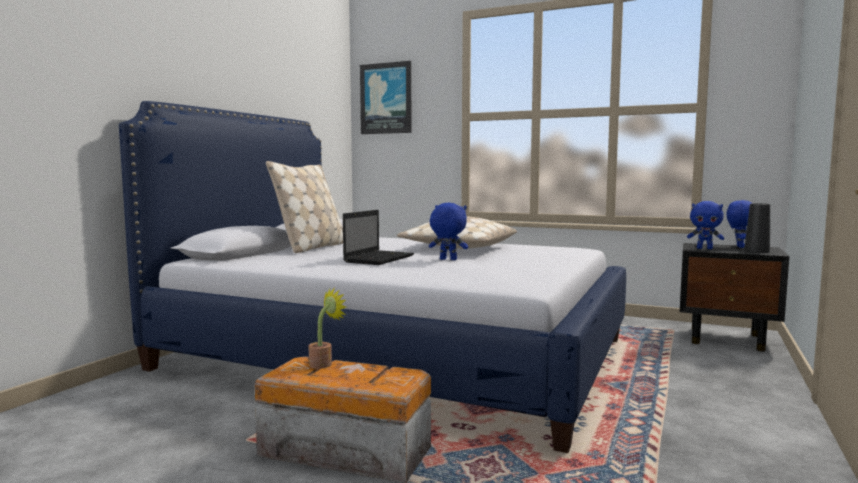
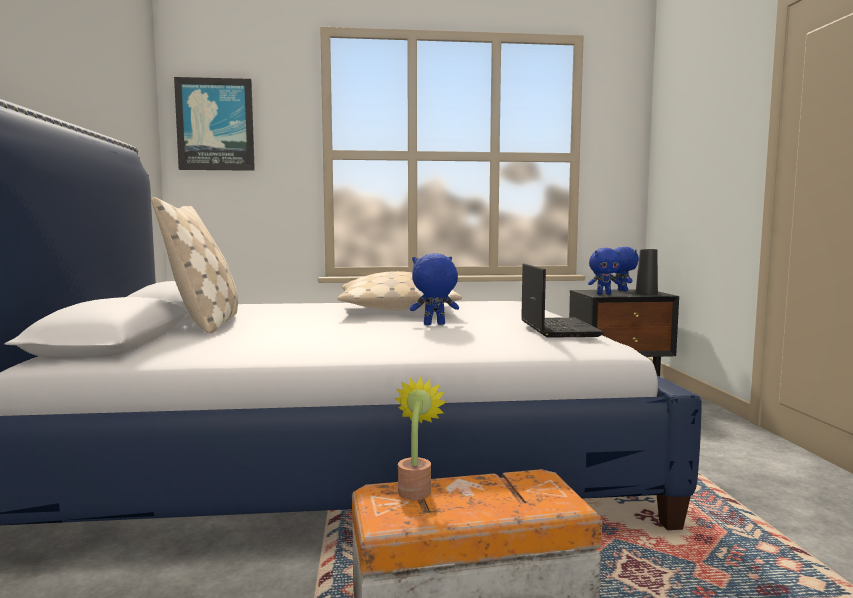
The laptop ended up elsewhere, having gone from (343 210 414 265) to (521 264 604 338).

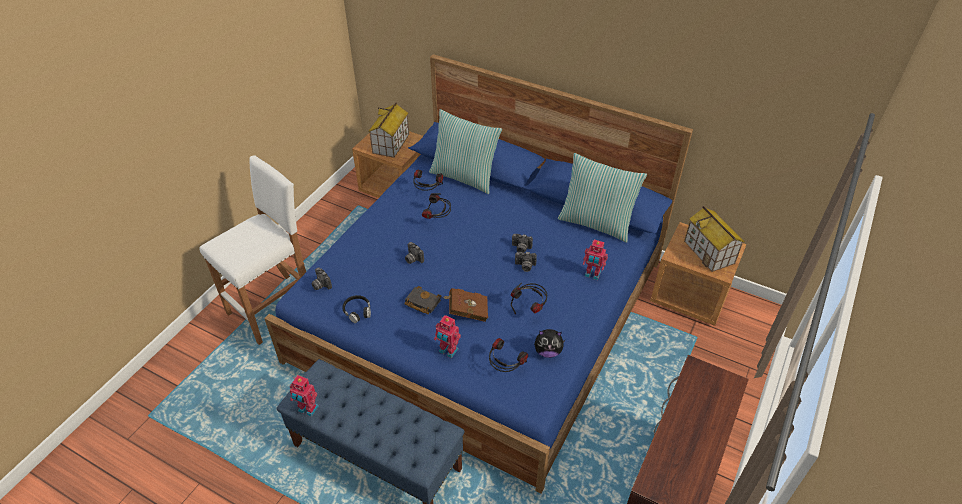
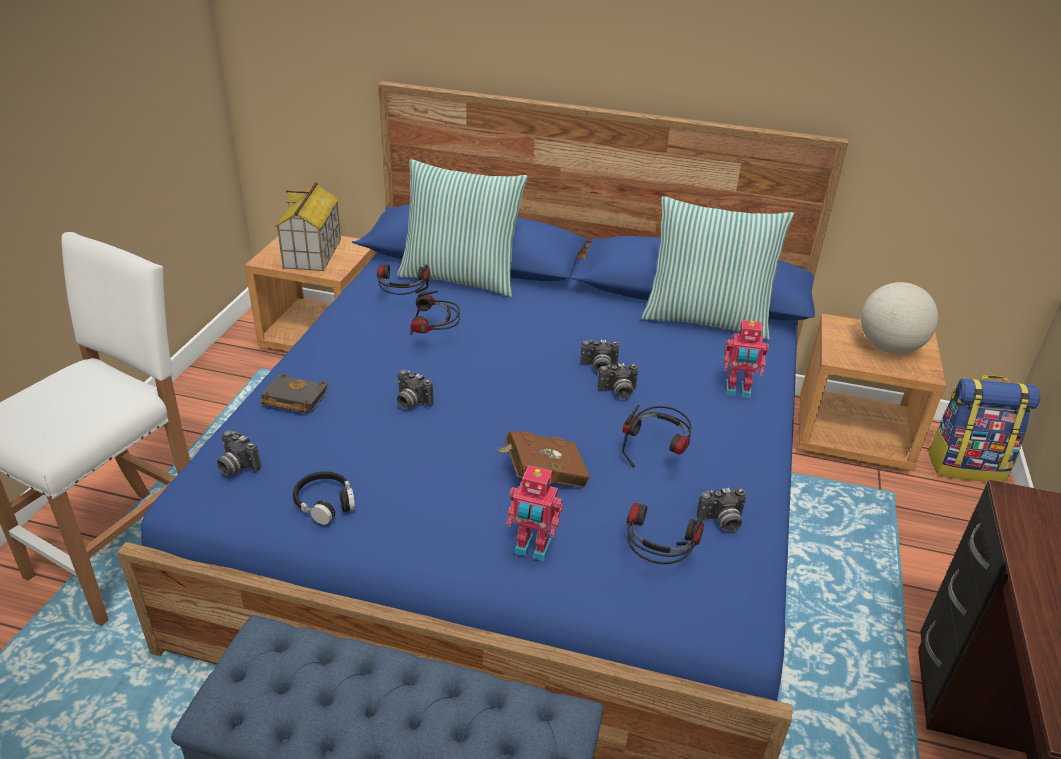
Where the toy house stood at (684 206 744 272), the globe came to stand at (861 282 938 354).
The black book ended up elsewhere, having gone from (404 286 441 314) to (261 374 328 413).
Where the plush toy stood at (534 329 566 358), the photo camera came to stand at (697 488 746 532).
The second view lost the toy robot at (290 375 319 417).
The second view gained the backpack at (927 375 1040 482).

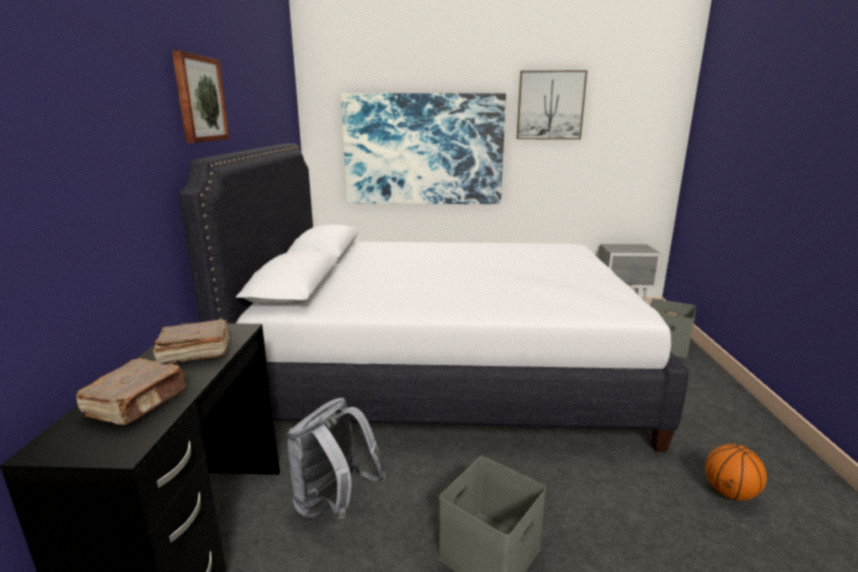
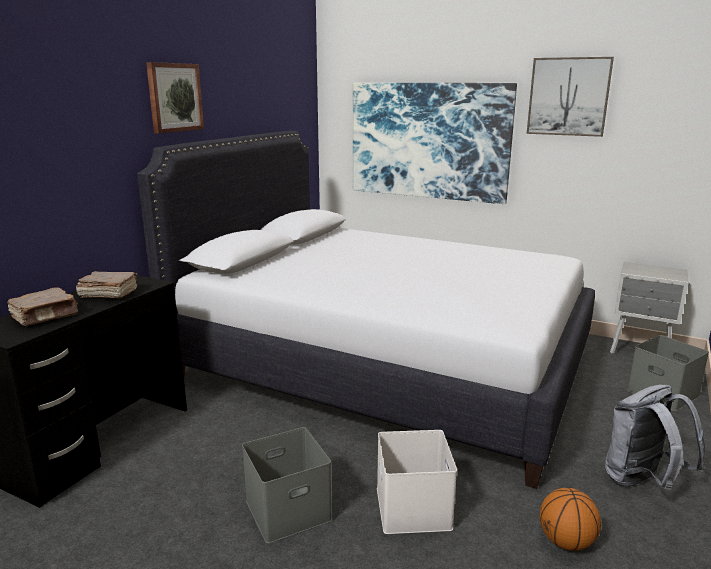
The grey backpack ended up elsewhere, having gone from (287 398 386 519) to (605 385 705 491).
The second view gained the white storage box at (377 430 457 534).

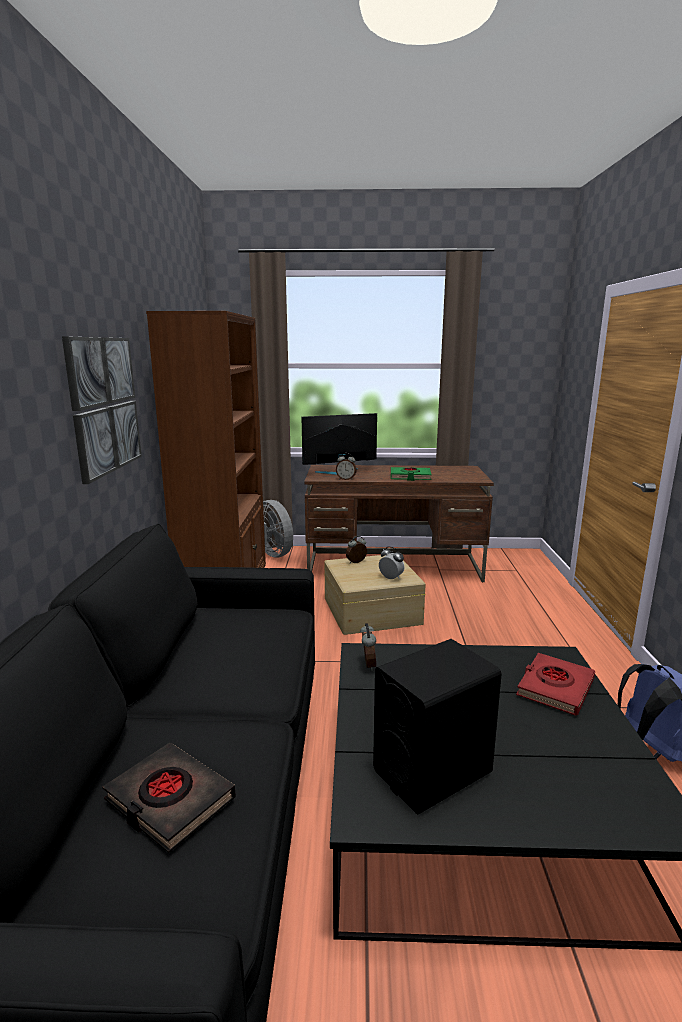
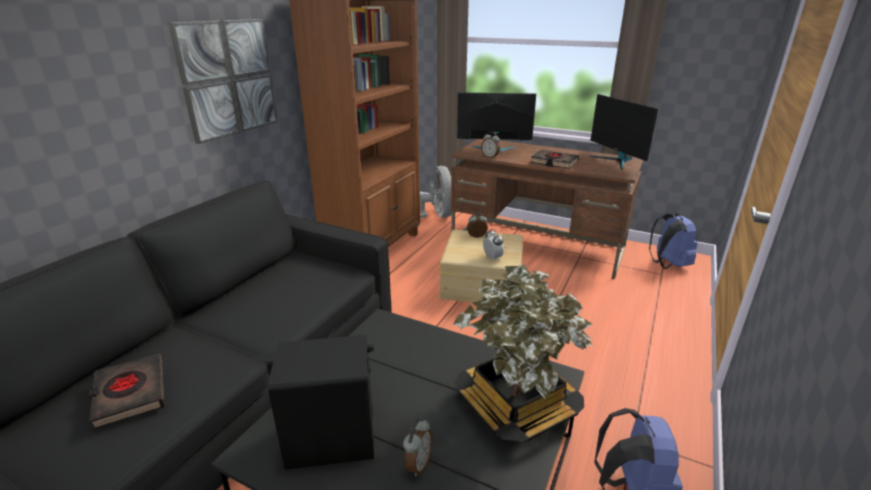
What was the green book at (391 467 432 481) turned into the black book at (531 150 579 169).
The alarm clock ended up elsewhere, having gone from (360 623 376 671) to (403 418 433 477).
Where the red book stood at (516 653 595 716), the potted plant came to stand at (453 263 593 442).
The second view gained the monitor at (589 94 658 170).
The second view gained the blue backpack at (649 213 698 269).

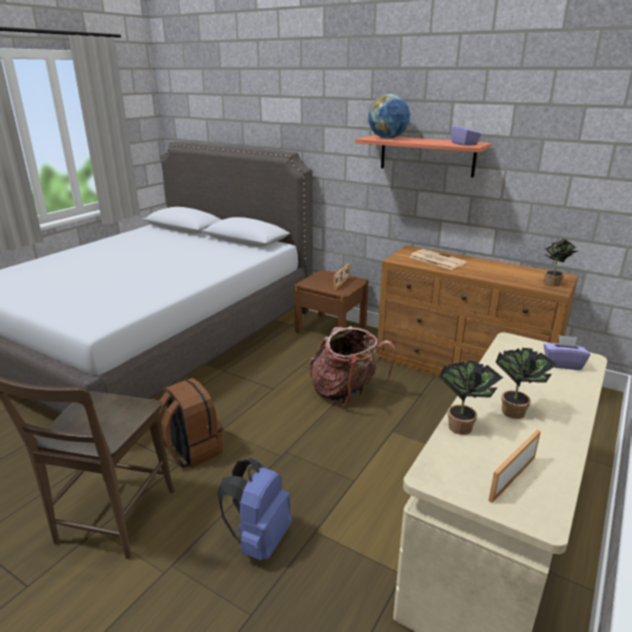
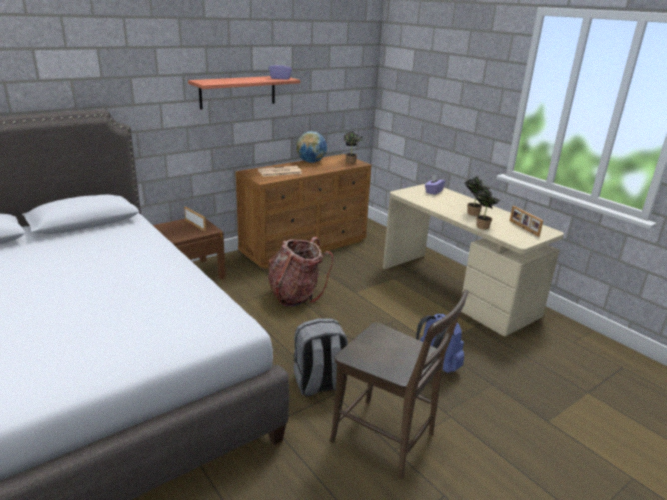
The globe ended up elsewhere, having gone from (368 94 410 139) to (296 131 327 163).
What was the brown backpack at (159 378 223 468) turned into the grey backpack at (293 318 348 397).

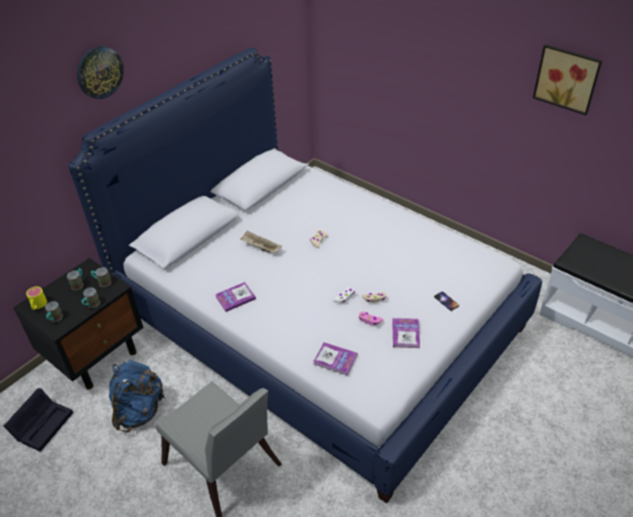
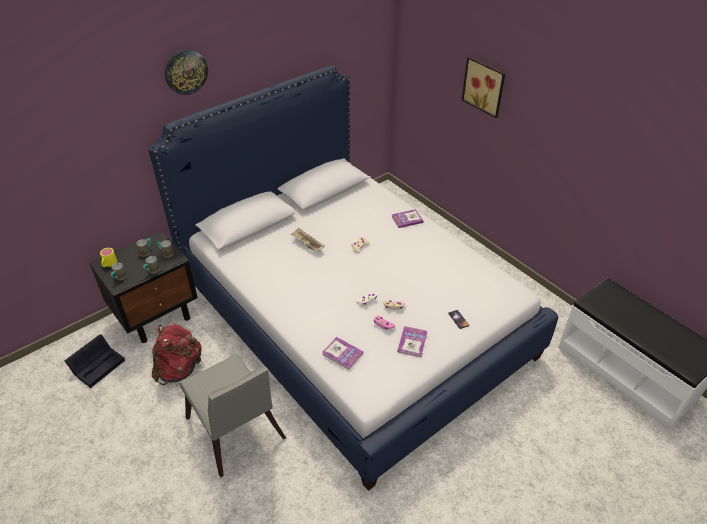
The picture ended up elsewhere, having gone from (533 44 602 115) to (462 56 505 118).
The book ended up elsewhere, having gone from (215 282 256 312) to (392 209 423 228).
What was the blue backpack at (109 360 165 432) turned into the red backpack at (152 323 203 385).

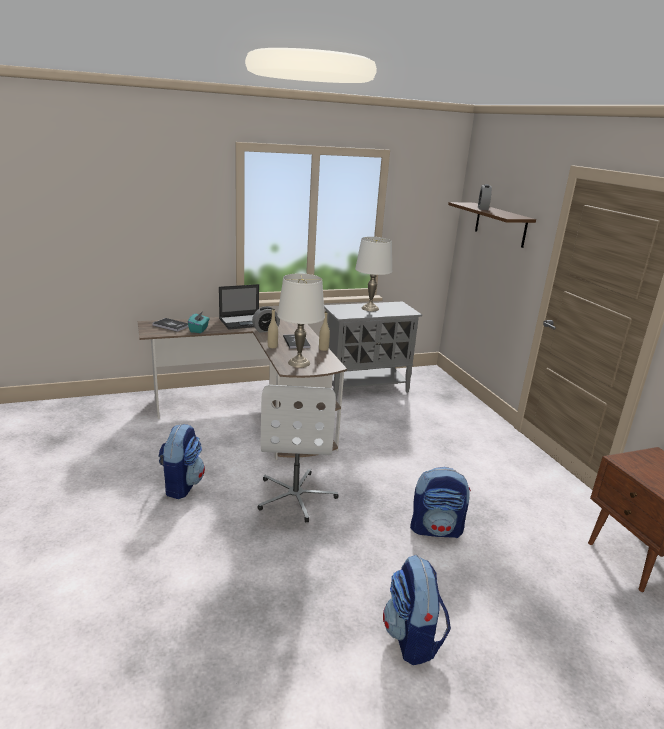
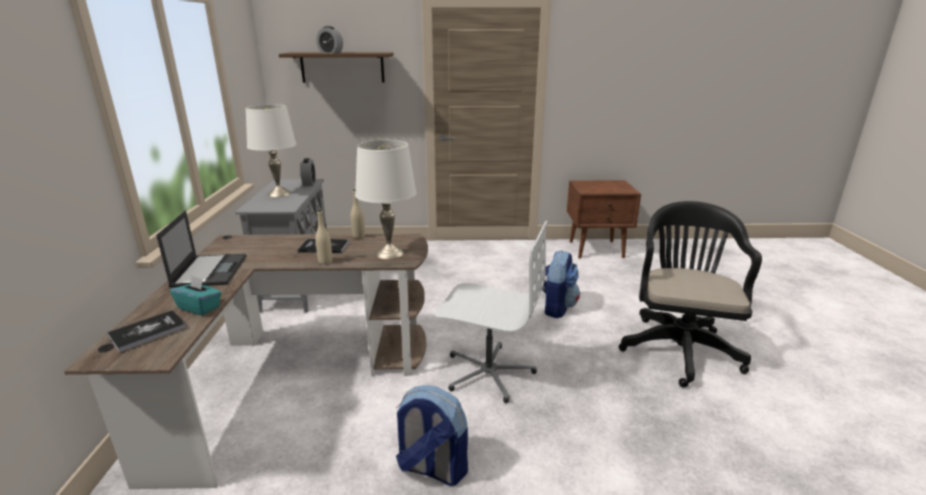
The alarm clock ended up elsewhere, having gone from (252 307 280 333) to (300 158 316 186).
Where the backpack stood at (383 555 451 665), the black office chair came to stand at (619 201 762 388).

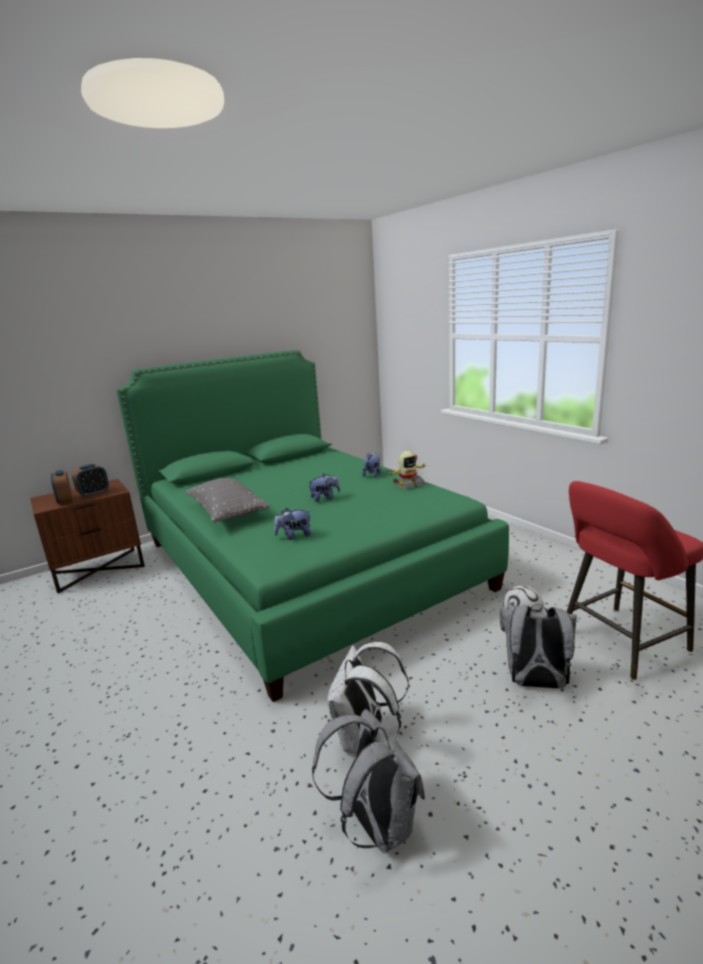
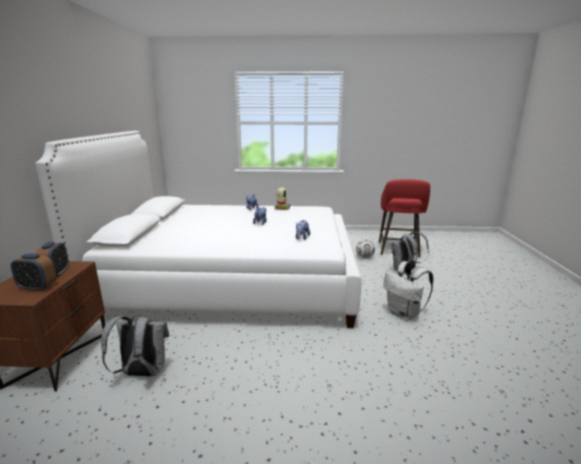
What was the green bed at (116 350 509 702) turned into the white bed at (35 131 361 328).
The second view lost the grey pillow at (185 478 270 523).
The grey backpack ended up elsewhere, having gone from (312 709 425 853) to (101 315 169 377).

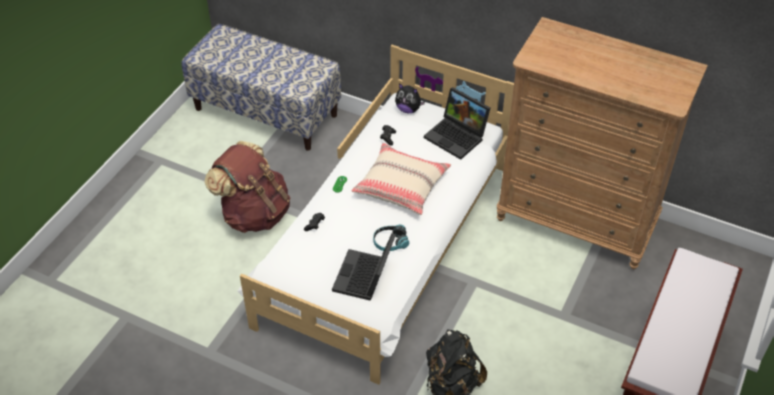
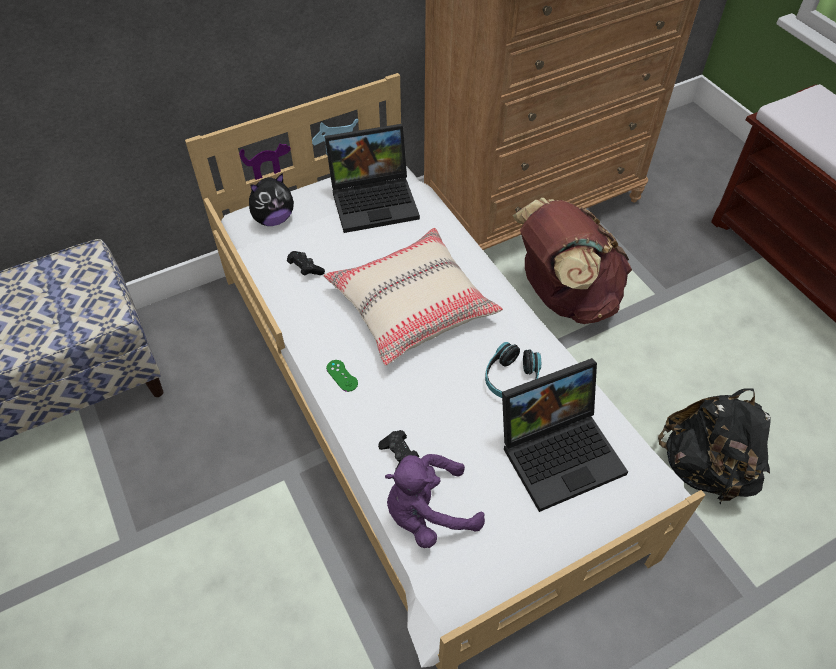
The brown backpack ended up elsewhere, having gone from (204 141 290 233) to (512 198 632 324).
The laptop at (332 233 396 301) ended up facing another way, 75 degrees counterclockwise from before.
The second view gained the purple plush toy at (385 454 485 548).

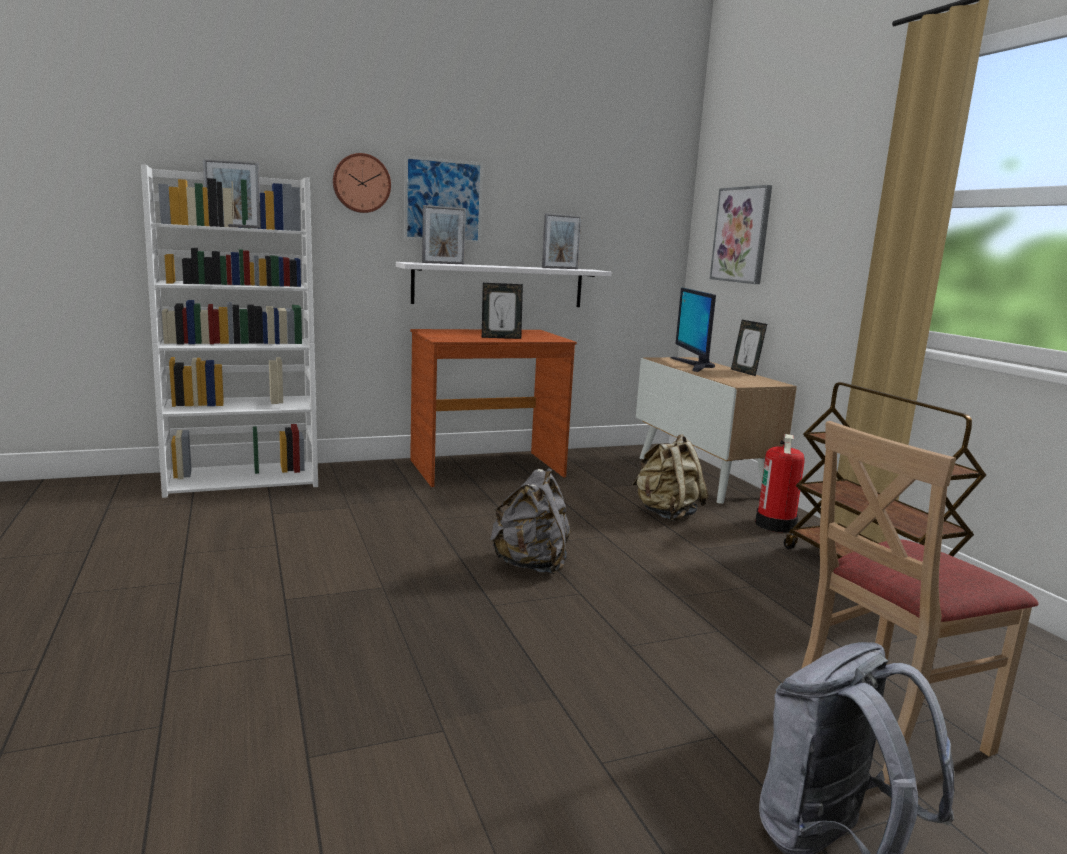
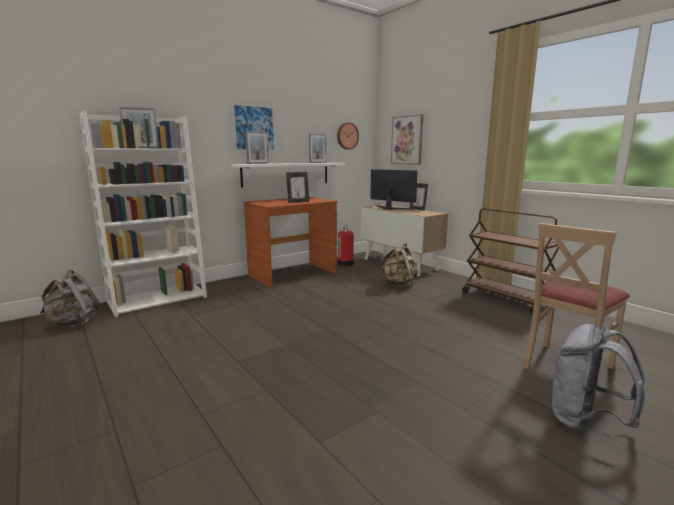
The wall clock ended up elsewhere, having gone from (333 153 391 213) to (337 122 359 149).
The monitor at (671 288 716 372) ended up facing another way, 150 degrees clockwise from before.
The fire extinguisher ended up elsewhere, having gone from (755 434 805 533) to (337 225 354 266).
The grey backpack ended up elsewhere, having gone from (490 468 570 574) to (40 270 100 327).

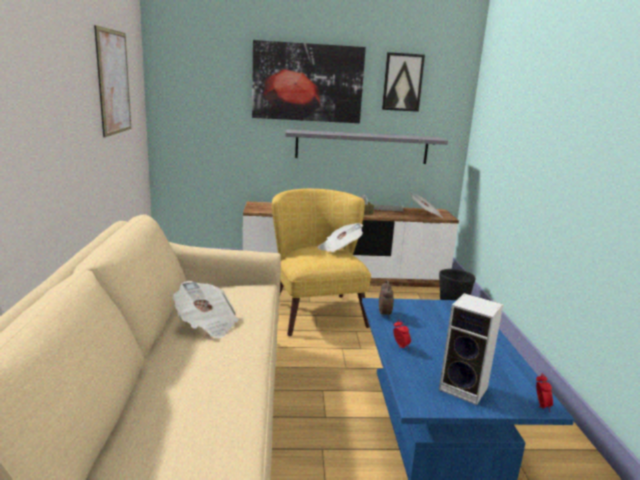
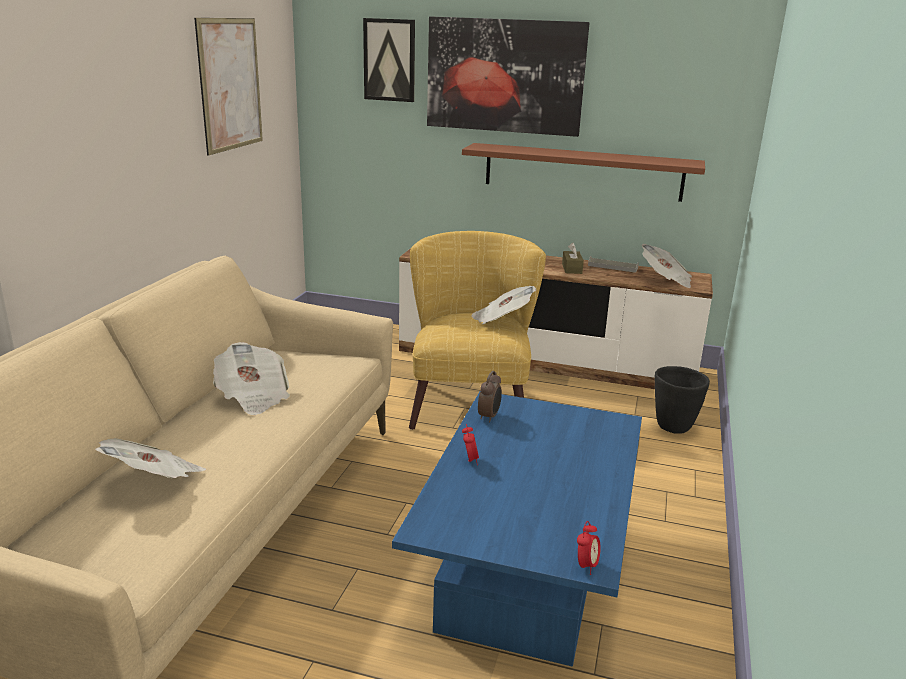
The picture ended up elsewhere, having gone from (382 52 425 112) to (363 18 415 102).
What was the grey shelf at (285 129 448 164) turned into the brown shelf at (462 143 705 202).
The second view lost the speaker at (439 293 503 405).
The second view gained the newspaper at (95 438 206 478).

